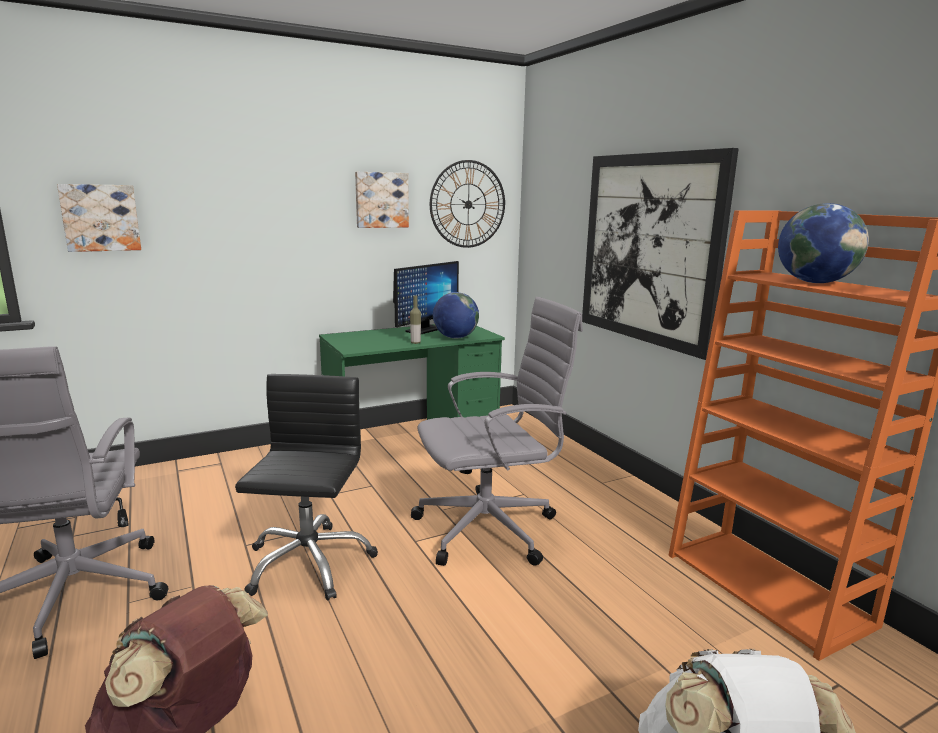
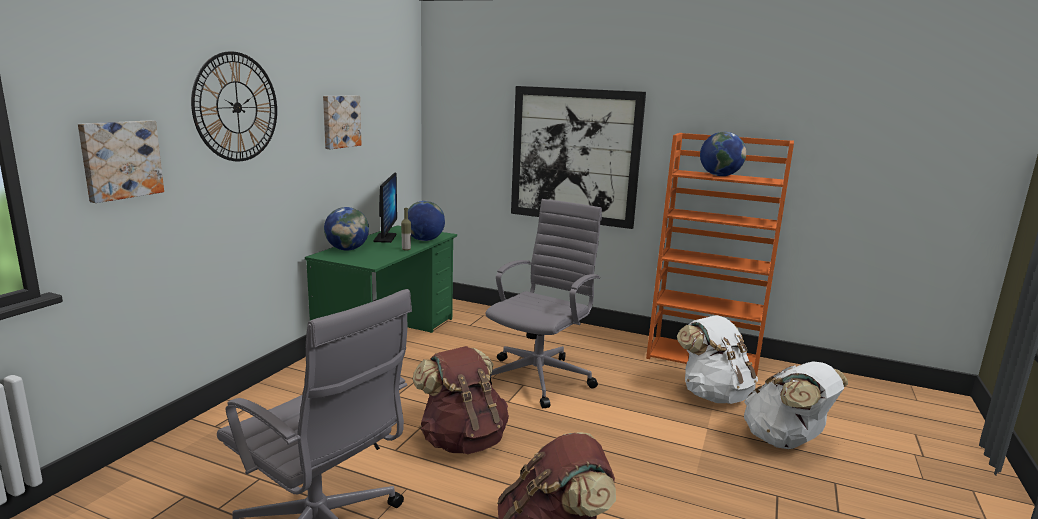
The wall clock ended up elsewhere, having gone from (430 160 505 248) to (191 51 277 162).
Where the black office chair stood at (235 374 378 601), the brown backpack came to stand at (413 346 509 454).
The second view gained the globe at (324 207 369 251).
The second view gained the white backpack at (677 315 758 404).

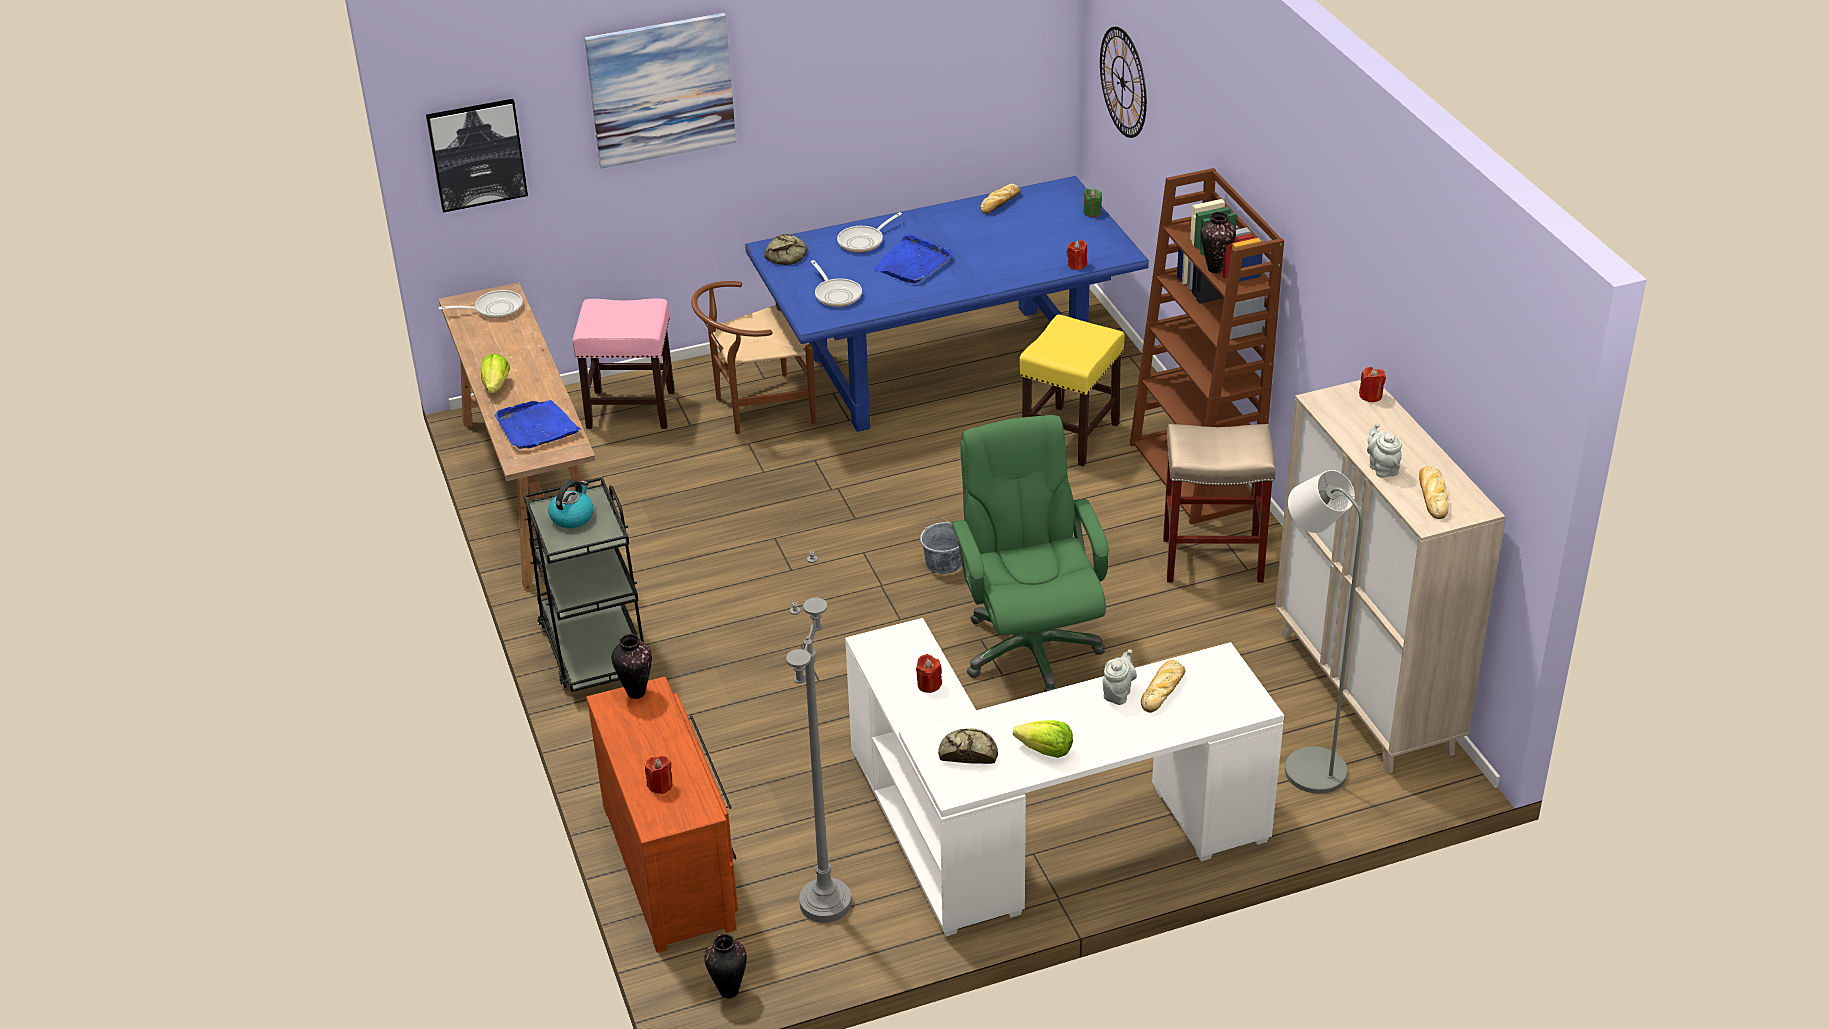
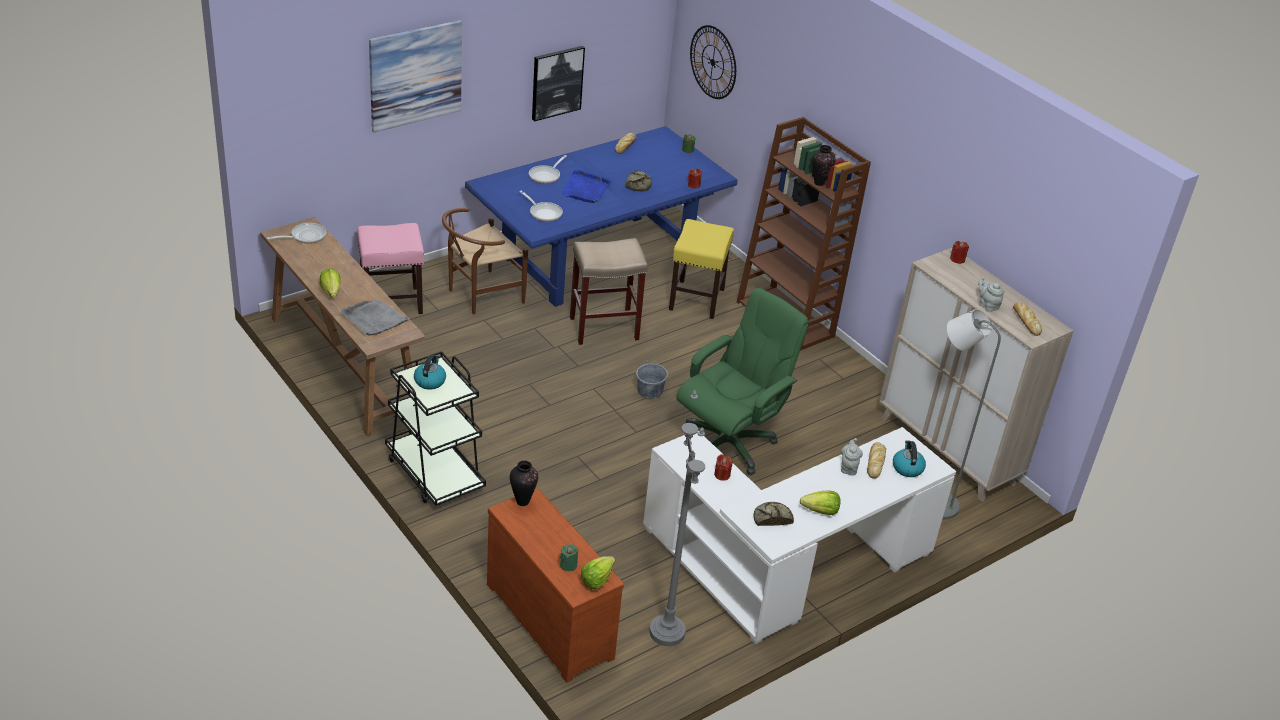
The picture ended up elsewhere, having gone from (426 99 528 213) to (532 46 585 121).
The bread ended up elsewhere, having gone from (764 234 807 265) to (626 171 652 191).
What was the blue tray at (495 400 581 449) turned into the grey tray at (342 299 410 336).
The green office chair at (951 415 1109 692) ended up facing another way, 75 degrees clockwise from before.
The beige stool ended up elsewhere, having gone from (1163 424 1275 583) to (570 238 648 345).
What was the red candle at (645 756 673 794) turned into the green candle at (560 544 578 571).
The second view lost the vase at (704 934 747 999).
The second view gained the kettle at (893 440 926 477).
The second view gained the lettuce at (581 556 615 590).

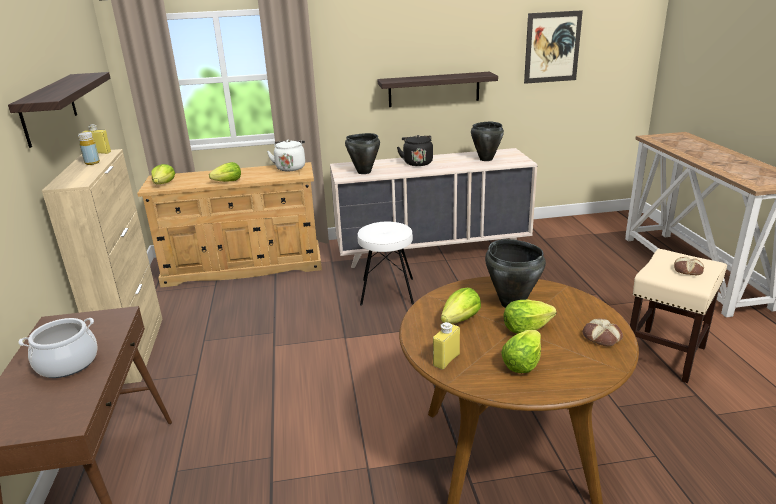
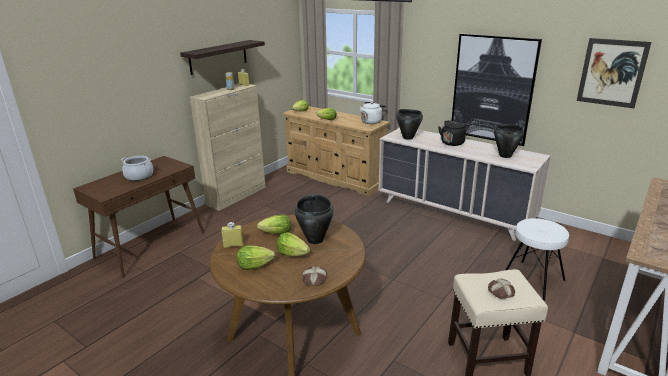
Where the shelf hung at (377 72 498 107), the picture came to hang at (452 33 542 146).
The white stool ended up elsewhere, having gone from (358 222 414 306) to (506 218 569 301).

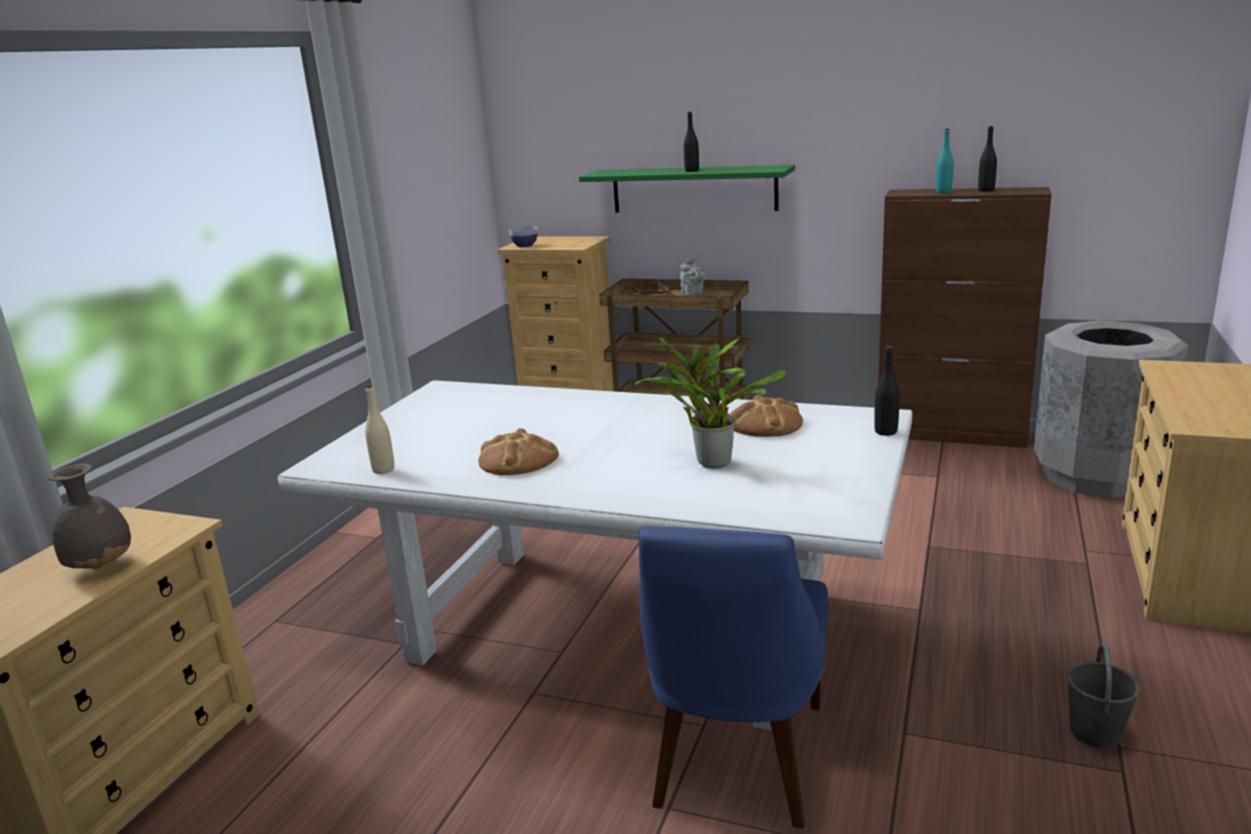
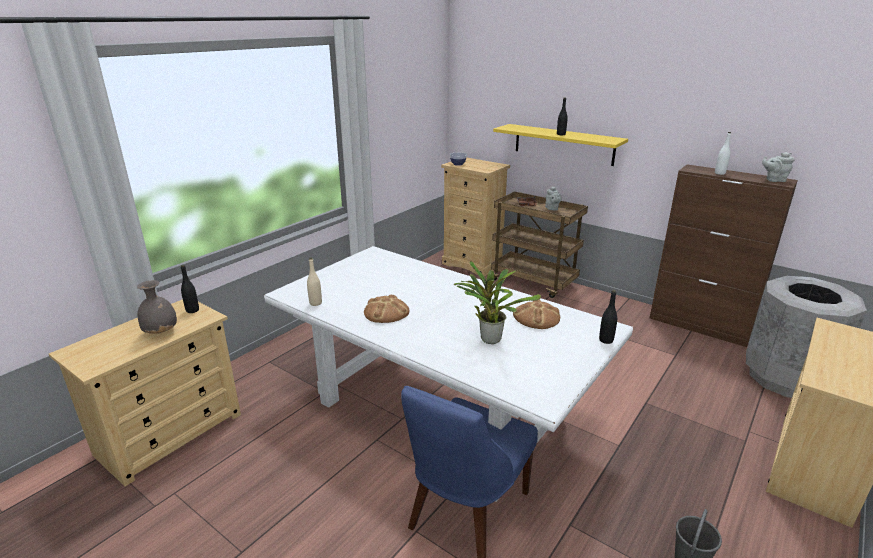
The black bottle ended up elsewhere, having gone from (978 126 997 192) to (181 265 199 313).
What was the turquoise bottle at (936 129 954 194) turned into the white bottle at (715 132 731 175).
What was the green shelf at (579 165 795 213) turned into the yellow shelf at (493 124 628 166).
The second view gained the grey teapot at (762 152 795 182).

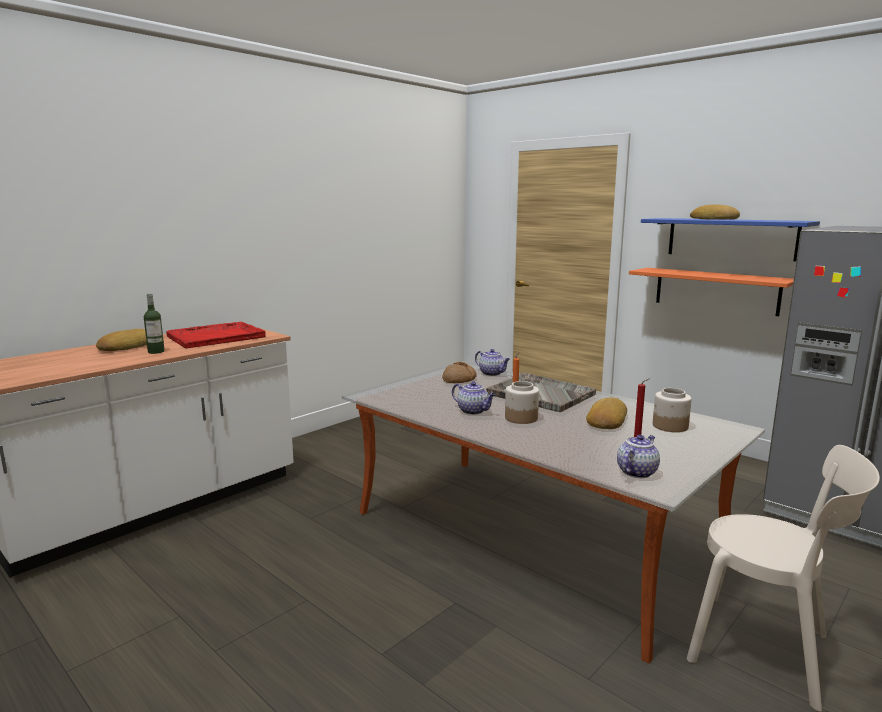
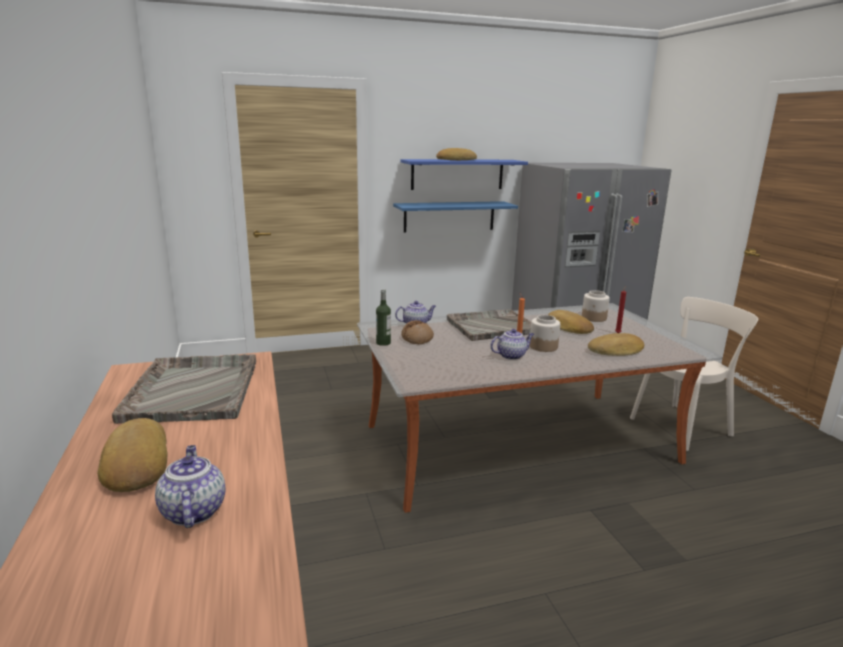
What was the orange shelf at (629 268 794 316) turned into the blue shelf at (393 201 518 233).
The bottle ended up elsewhere, having gone from (144 294 165 354) to (376 289 391 346).
What was the red tray at (166 322 266 348) turned into the grey tray at (112 354 256 424).
The teapot ended up elsewhere, having gone from (617 435 660 478) to (155 445 226 528).
The second view gained the bread at (588 333 644 356).

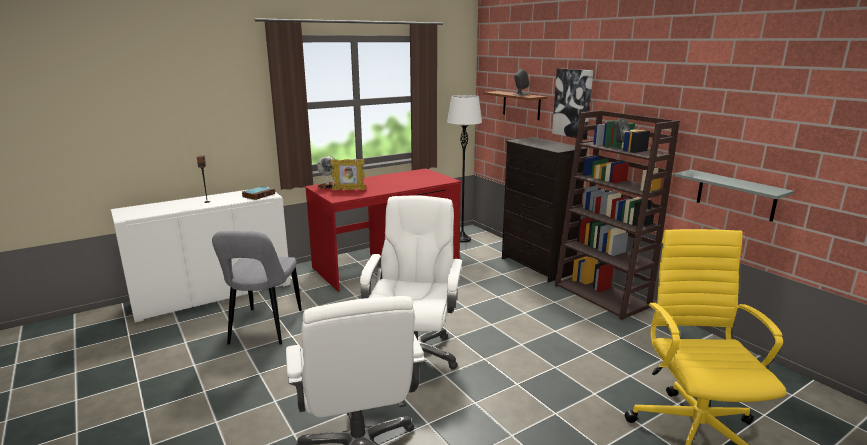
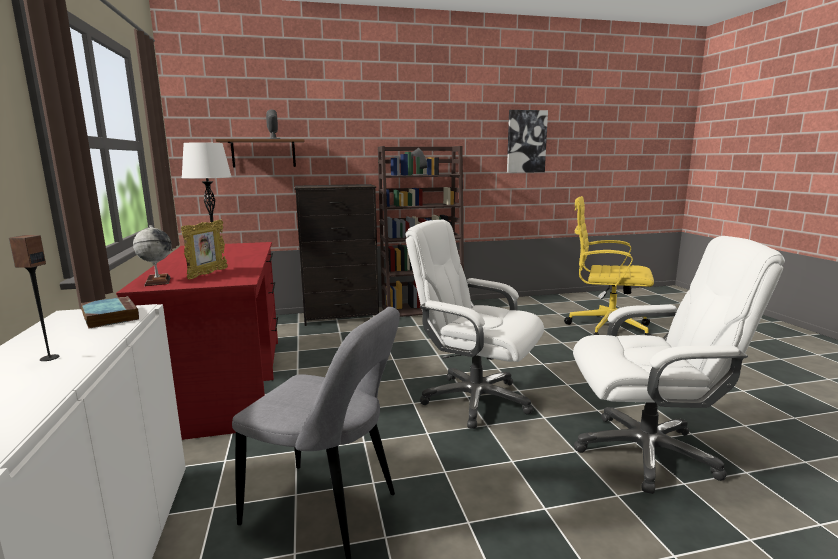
The picture ended up elsewhere, having gone from (552 68 593 140) to (507 110 548 173).
The second view lost the grey shelf at (673 170 794 222).

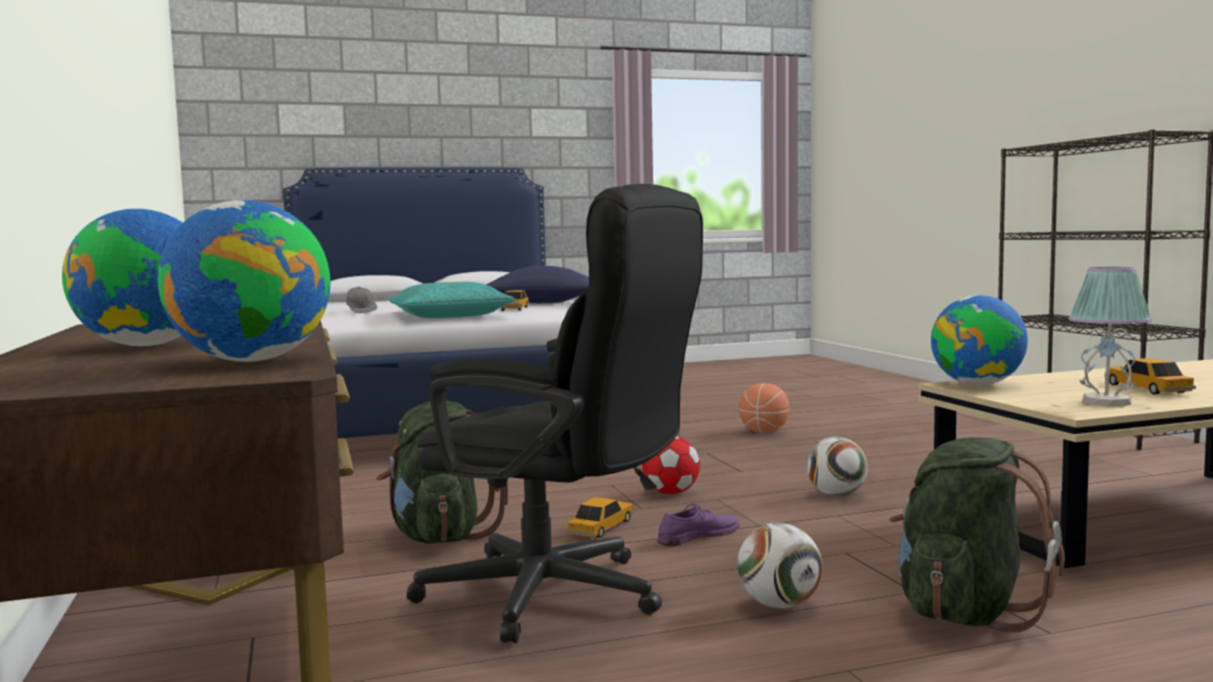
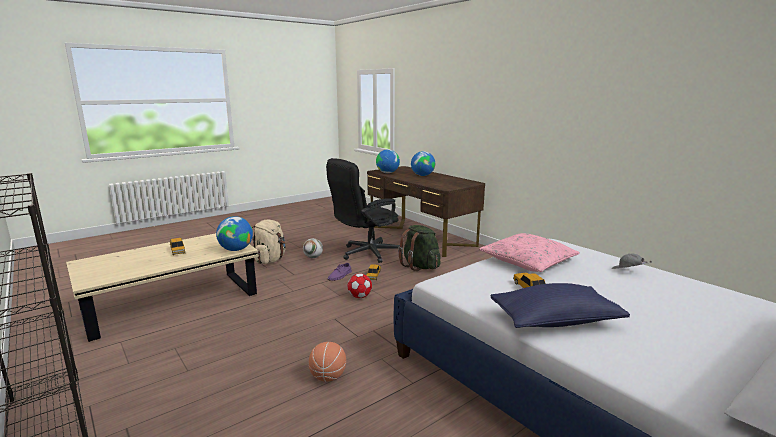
The black office chair at (407 184 703 643) ended up facing another way, 45 degrees counterclockwise from before.
The second view lost the table lamp at (1069 267 1152 407).
What was the turquoise pillow at (388 282 515 318) turned into the pink pillow at (479 233 580 272).
The second view lost the football at (806 437 868 497).
What was the green backpack at (889 437 1065 633) turned into the beige backpack at (252 220 286 264).

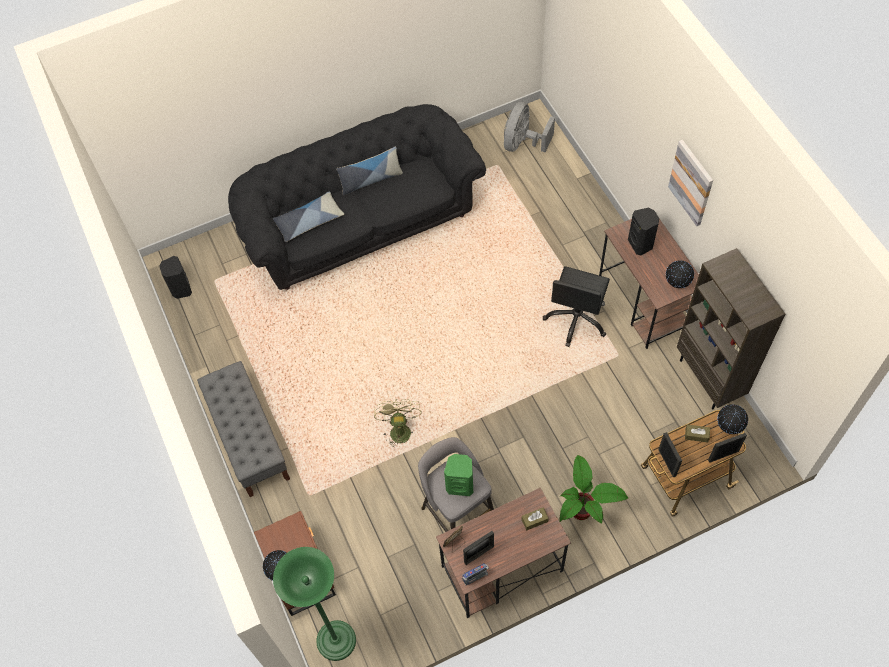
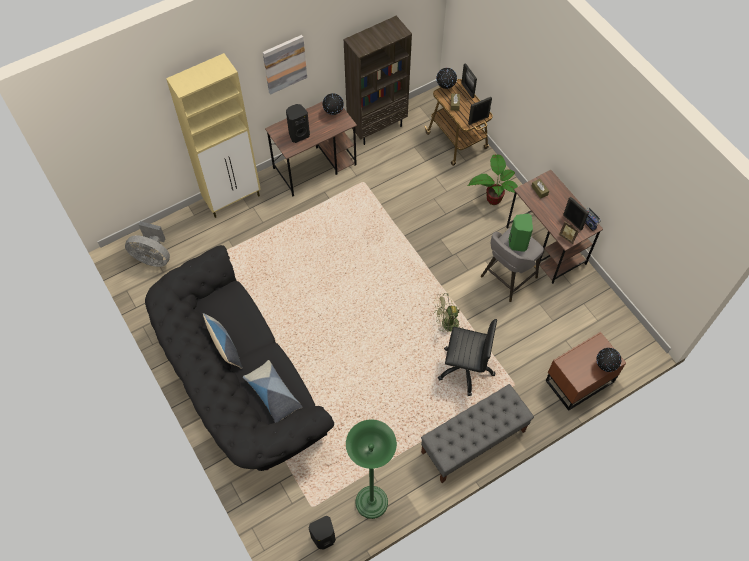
The black office chair ended up elsewhere, having gone from (543 266 610 347) to (438 319 497 396).
The green floor lamp ended up elsewhere, having gone from (273 547 356 661) to (346 420 397 519).
The second view gained the beige cabinet at (166 53 261 218).

